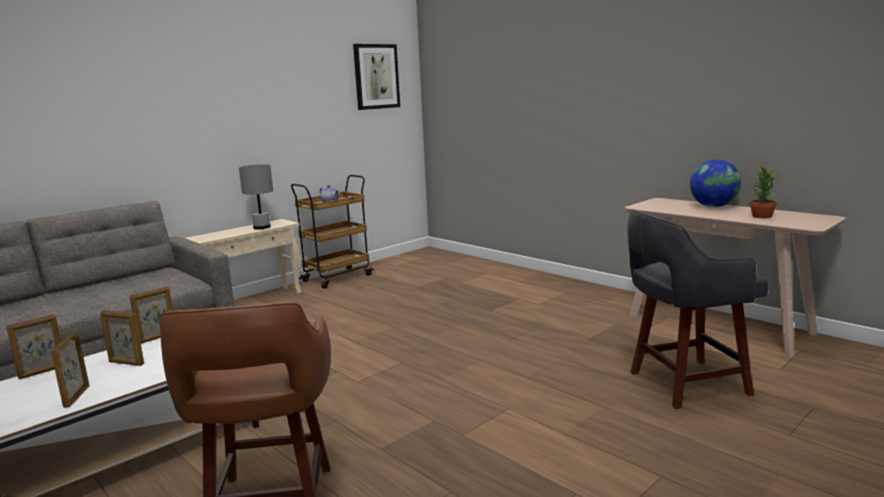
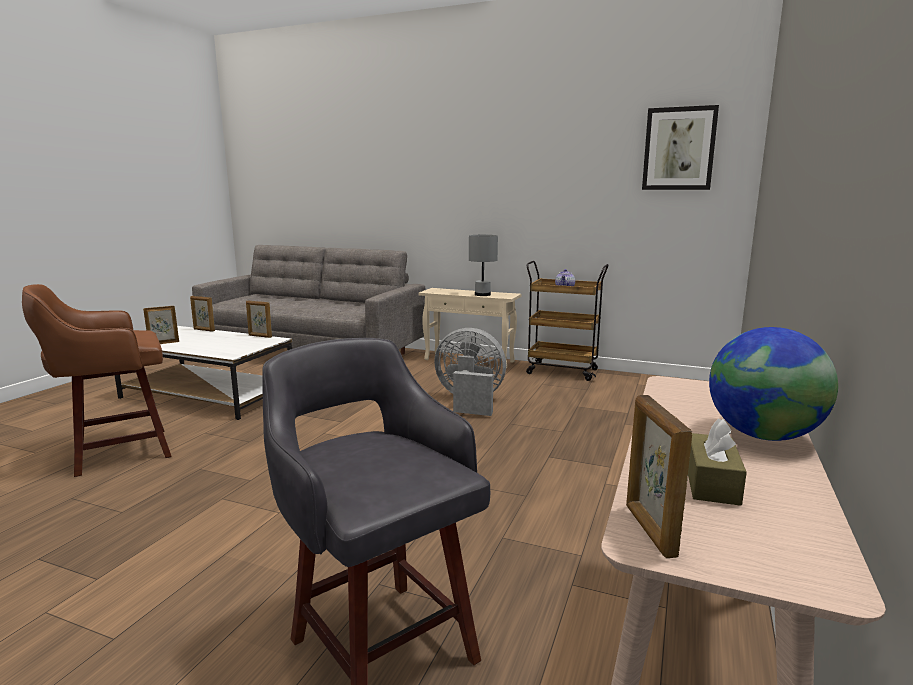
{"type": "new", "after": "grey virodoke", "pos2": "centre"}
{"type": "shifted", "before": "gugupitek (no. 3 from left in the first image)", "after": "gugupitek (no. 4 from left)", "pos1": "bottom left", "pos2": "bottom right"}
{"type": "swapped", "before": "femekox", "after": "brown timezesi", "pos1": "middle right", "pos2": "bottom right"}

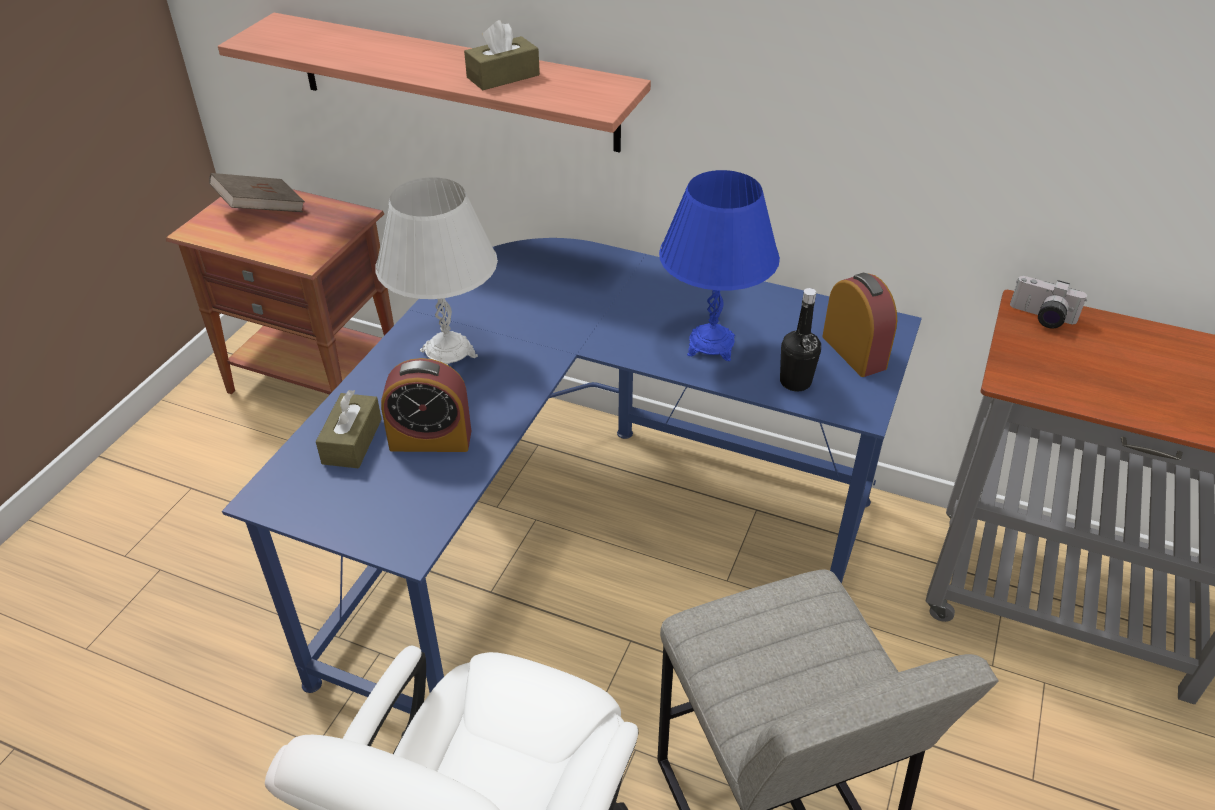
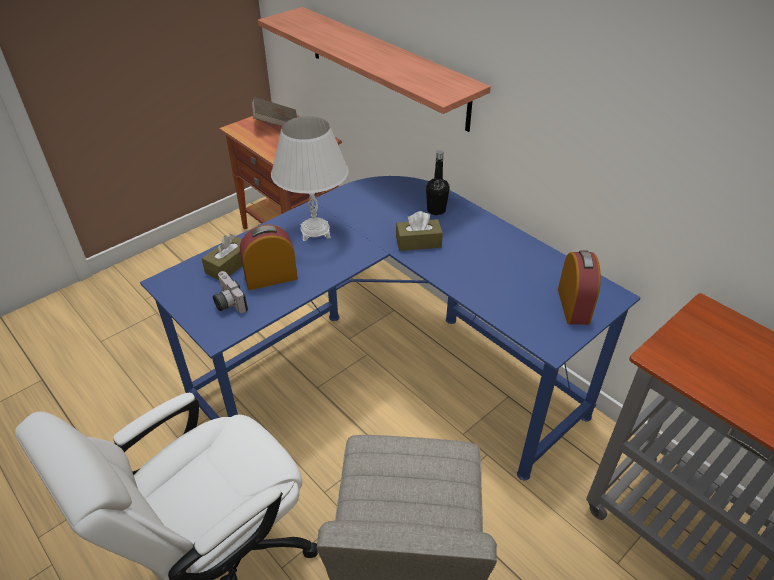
{"type": "gone", "before": "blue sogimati", "pos1": "top centre"}
{"type": "shifted", "before": "brown timezesi (no. 2 from left)", "pos1": "top centre", "pos2": "centre"}
{"type": "shifted", "before": "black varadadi", "pos1": "centre", "pos2": "top centre"}
{"type": "shifted", "before": "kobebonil", "pos1": "middle right", "pos2": "middle left"}
{"type": "rotated", "before": "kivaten (no. 1 from left)", "pos1": "centre", "pos2": "centre", "turn": 135}

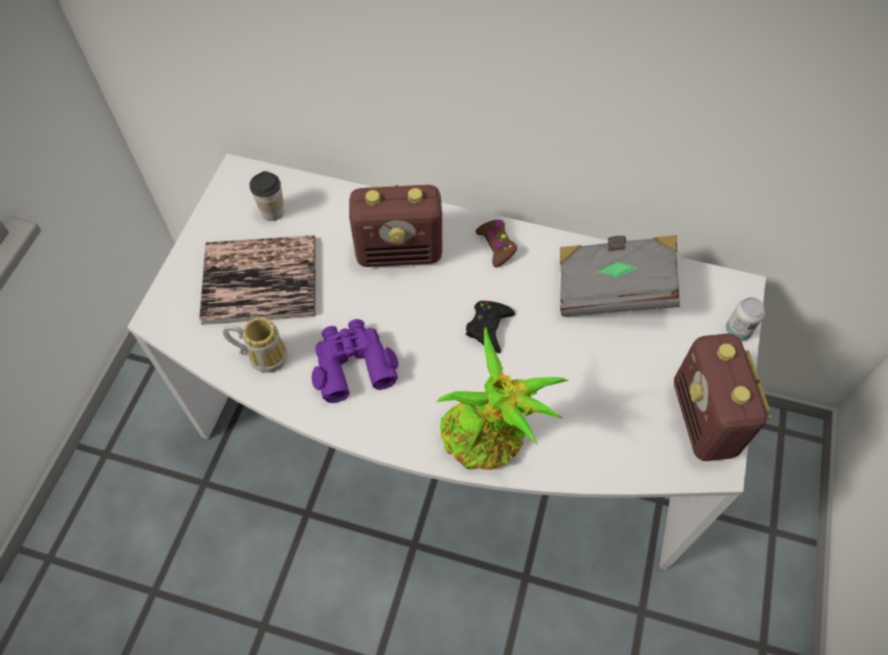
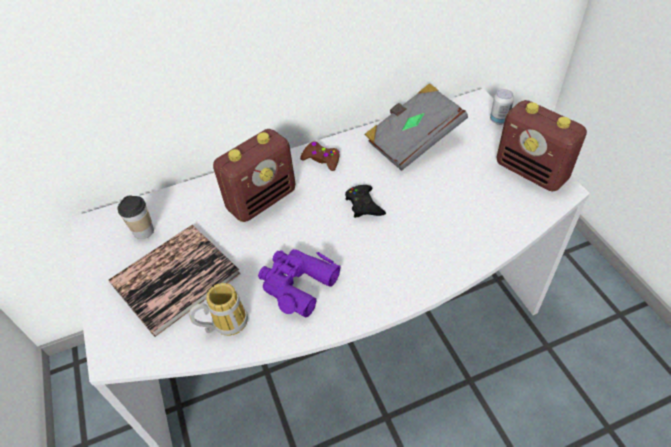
{"type": "gone", "before": "femekox", "pos1": "centre"}

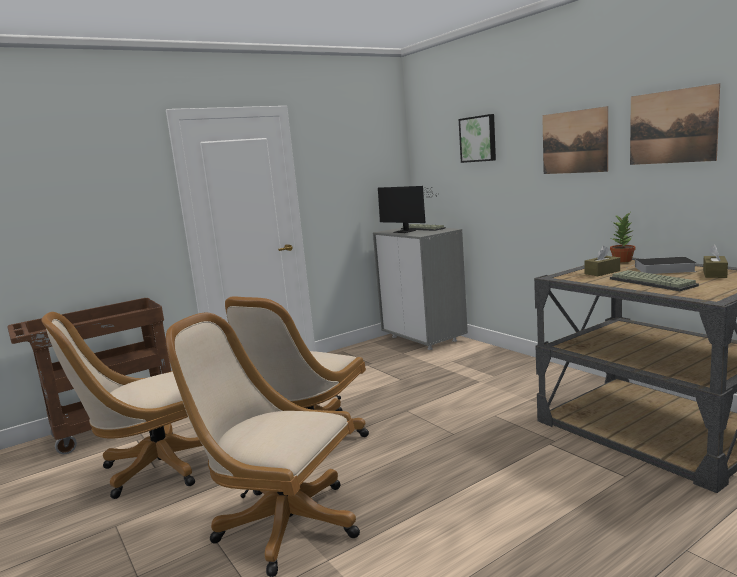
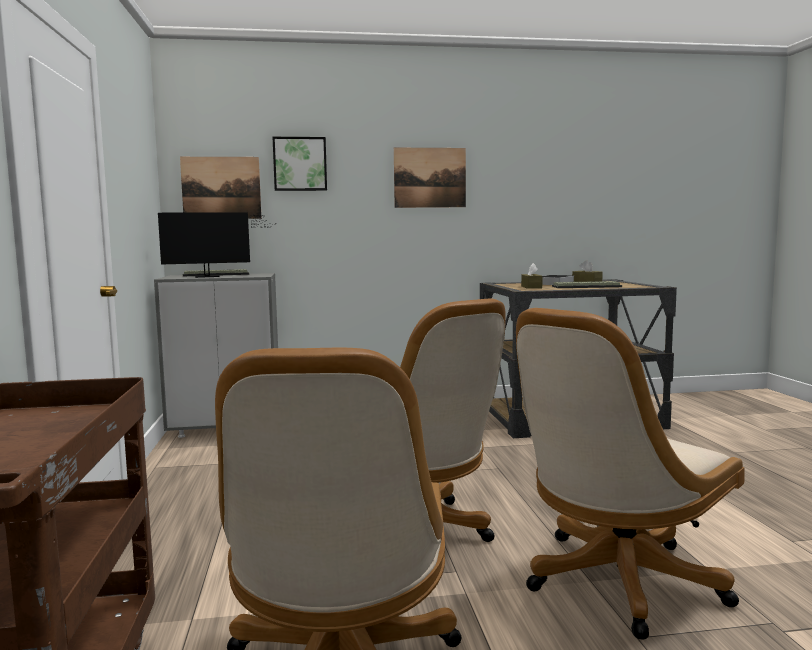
{"type": "gone", "before": "femekox", "pos1": "middle right"}
{"type": "shifted", "before": "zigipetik (no. 3 from left in the first image)", "after": "zigipetik (no. 1 from left)", "pos1": "top right", "pos2": "top left"}

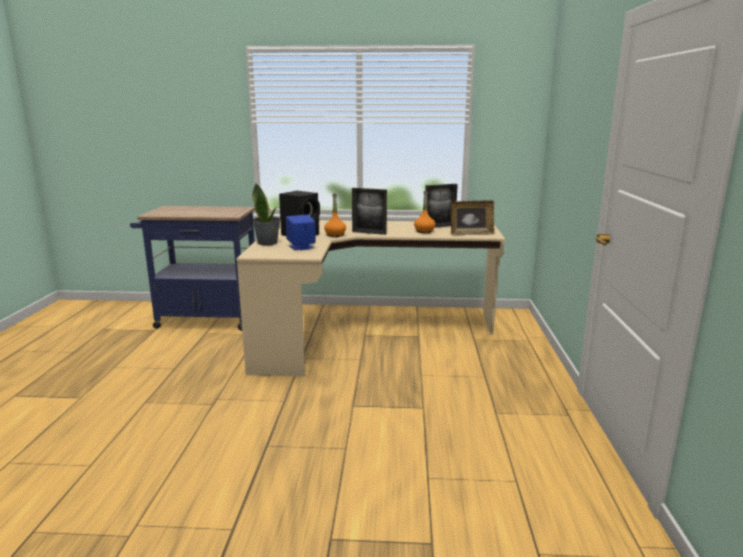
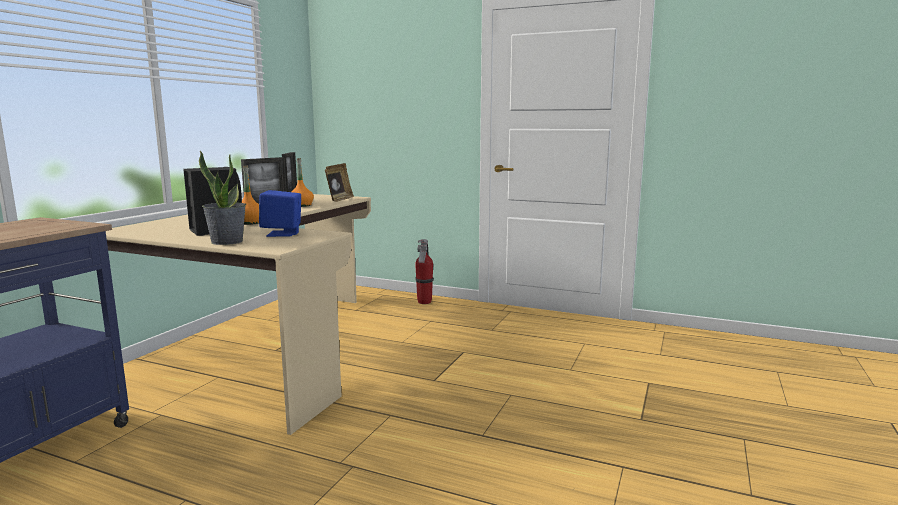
{"type": "new", "after": "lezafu", "pos2": "centre"}

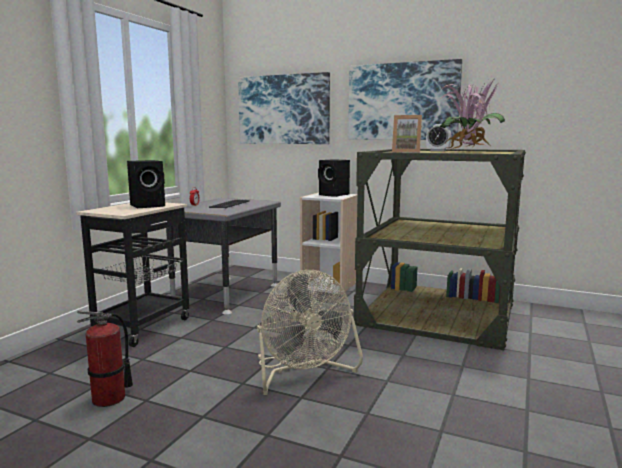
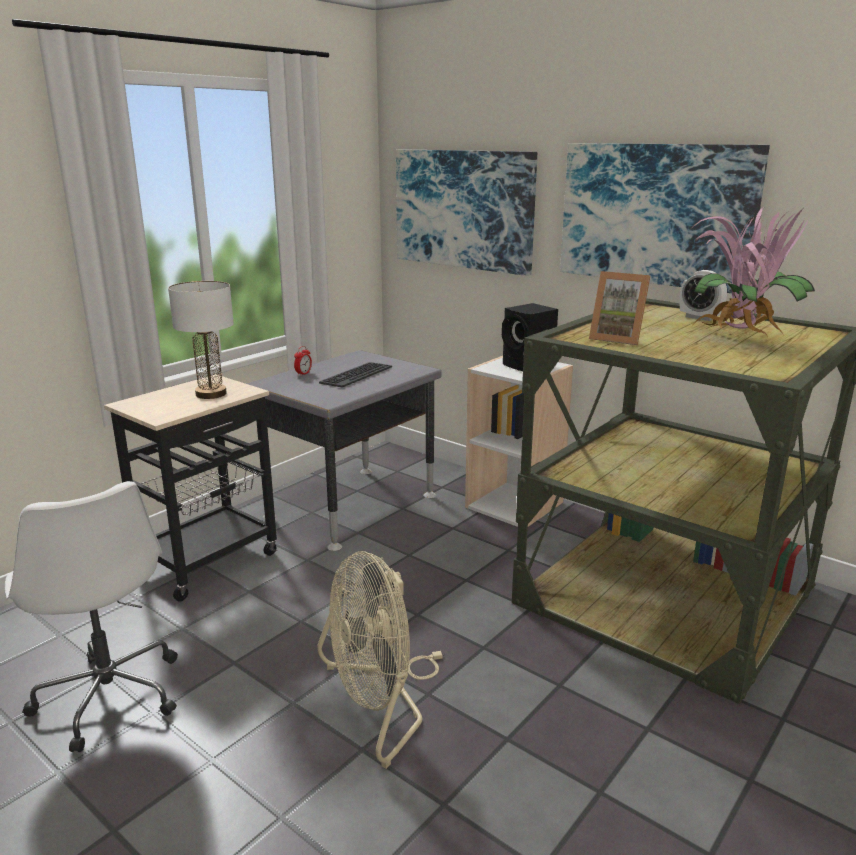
{"type": "swapped", "before": "lezafu", "after": "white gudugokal", "pos1": "bottom left", "pos2": "bottom left"}
{"type": "swapped", "before": "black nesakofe (no. 1 from left)", "after": "sogimati", "pos1": "middle left", "pos2": "middle left"}
{"type": "rotated", "before": "beige virodoke", "pos1": "bottom centre", "pos2": "bottom centre", "turn": 75}

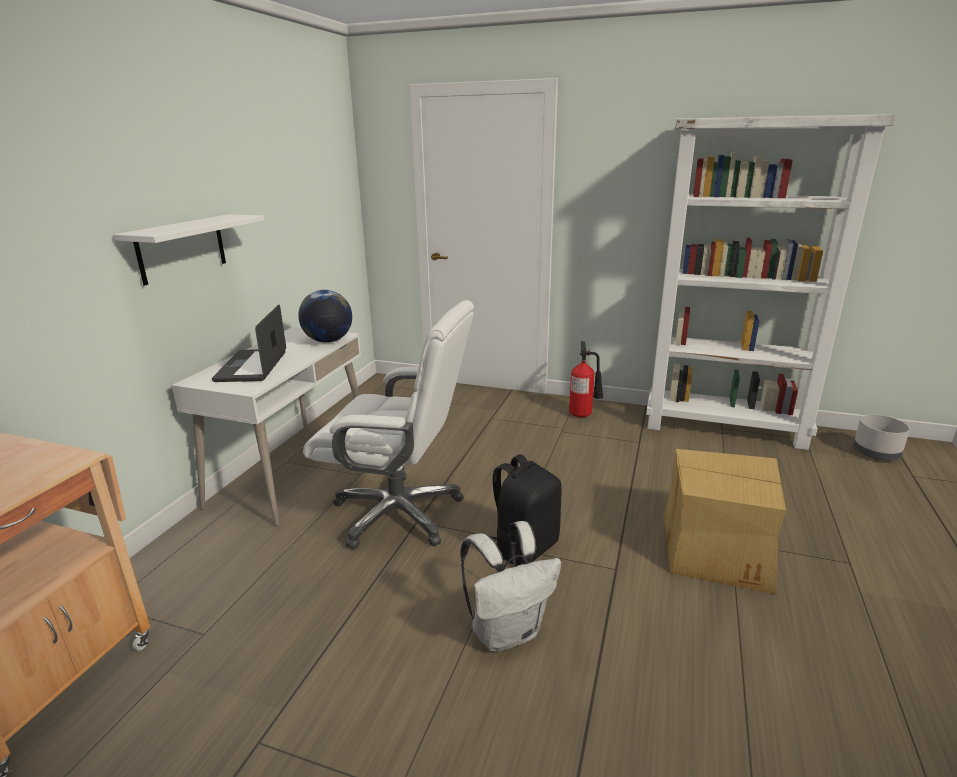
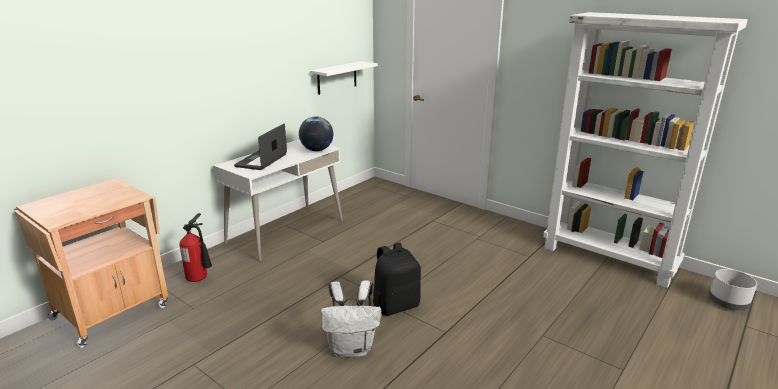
{"type": "gone", "before": "white gudugokal", "pos1": "centre"}
{"type": "gone", "before": "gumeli", "pos1": "bottom right"}
{"type": "shifted", "before": "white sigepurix", "pos1": "top left", "pos2": "top centre"}
{"type": "shifted", "before": "lezafu", "pos1": "centre", "pos2": "middle left"}

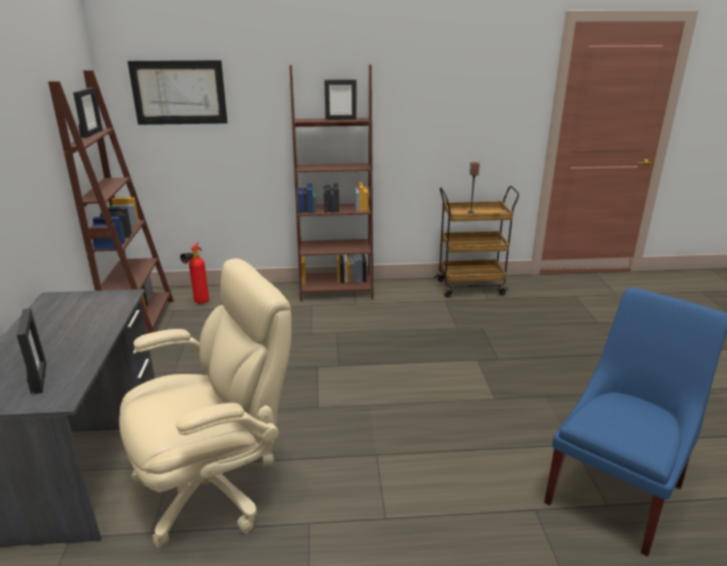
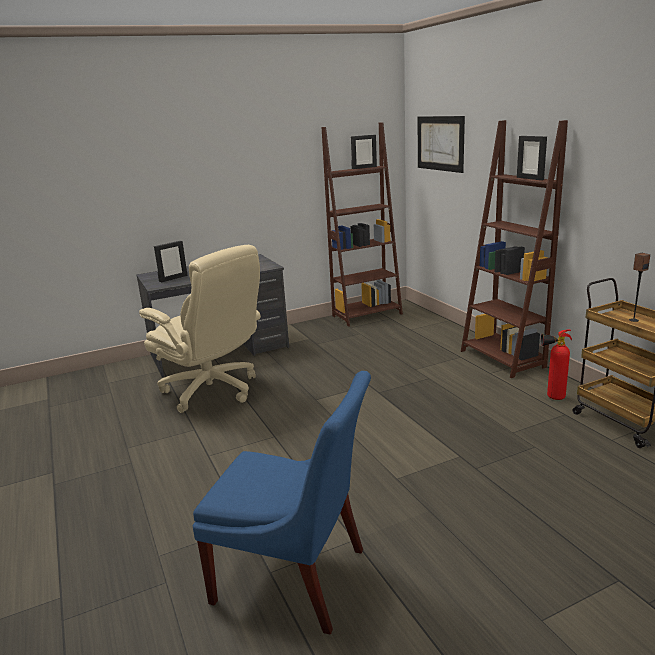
{"type": "shifted", "before": "lezafu", "pos1": "middle left", "pos2": "middle right"}

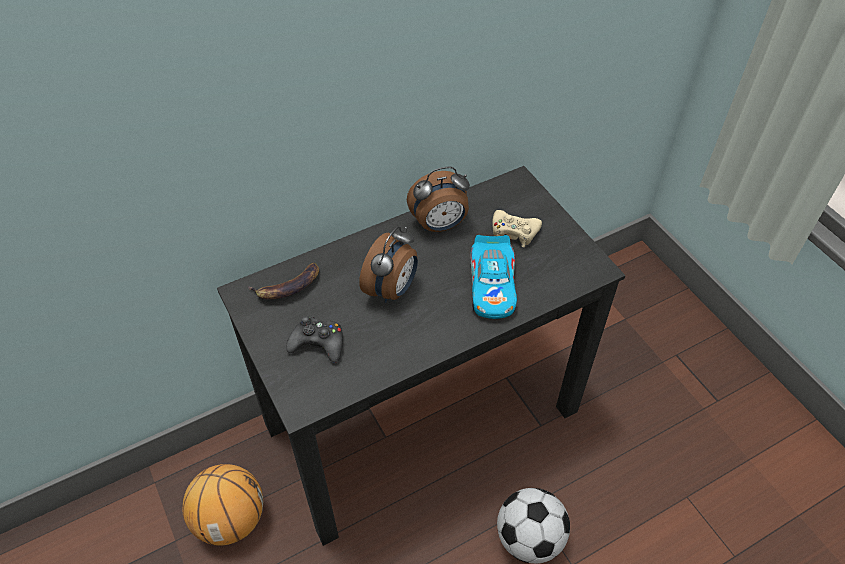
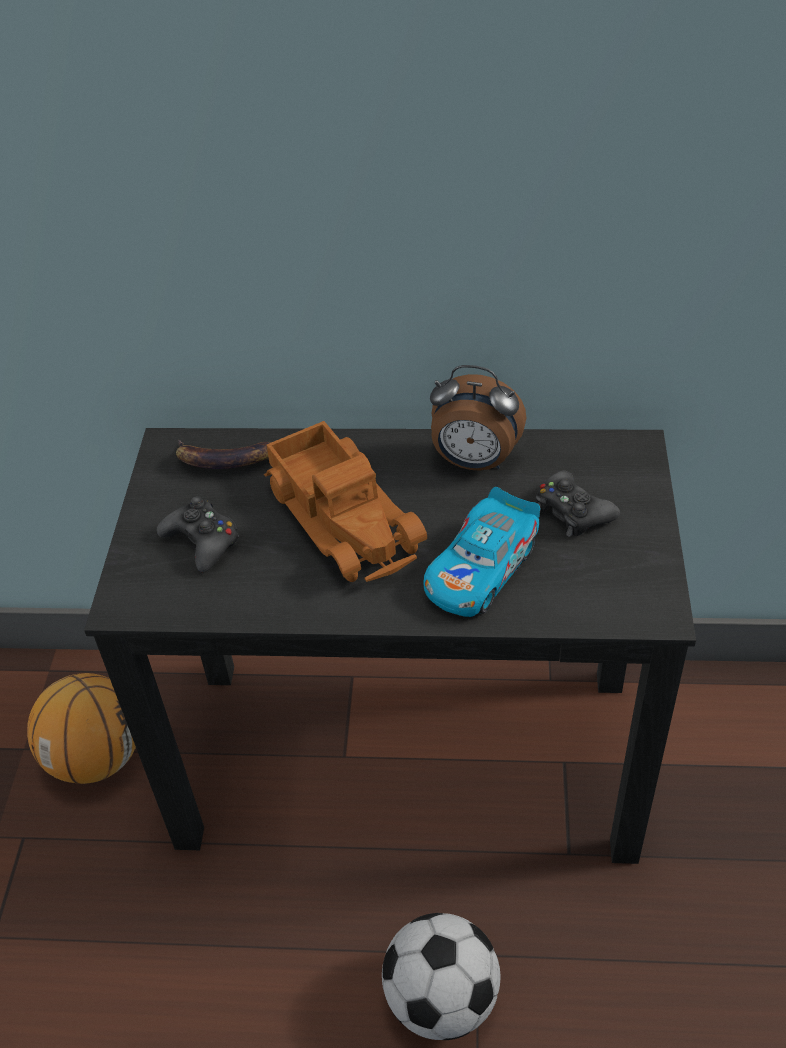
{"type": "swapped", "before": "kivaten (no. 1 from left)", "after": "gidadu", "pos1": "centre", "pos2": "centre"}
{"type": "repainted", "before": "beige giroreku", "after": "black giroreku (no. 2 from left)", "pos1": "centre", "pos2": "middle right"}

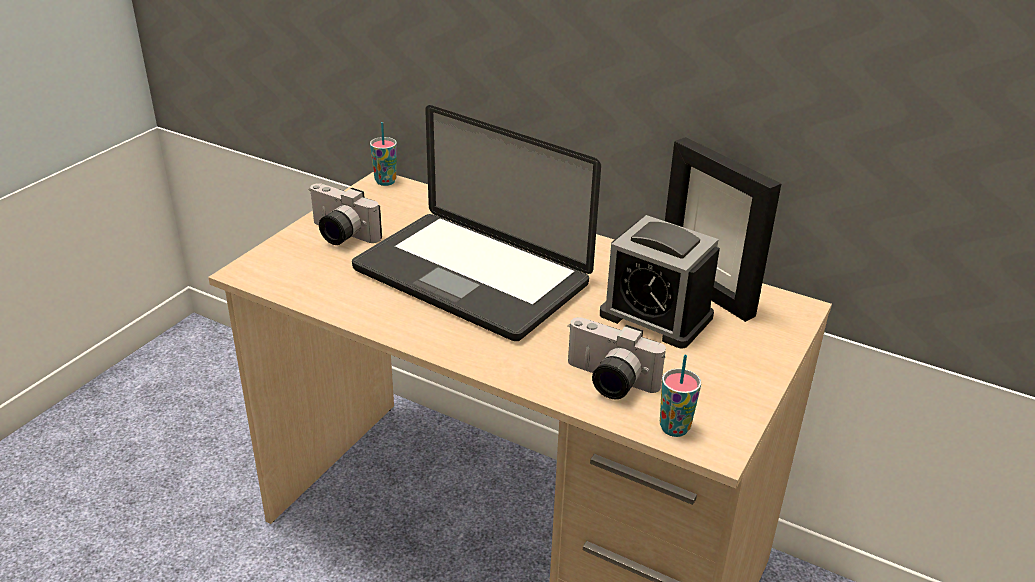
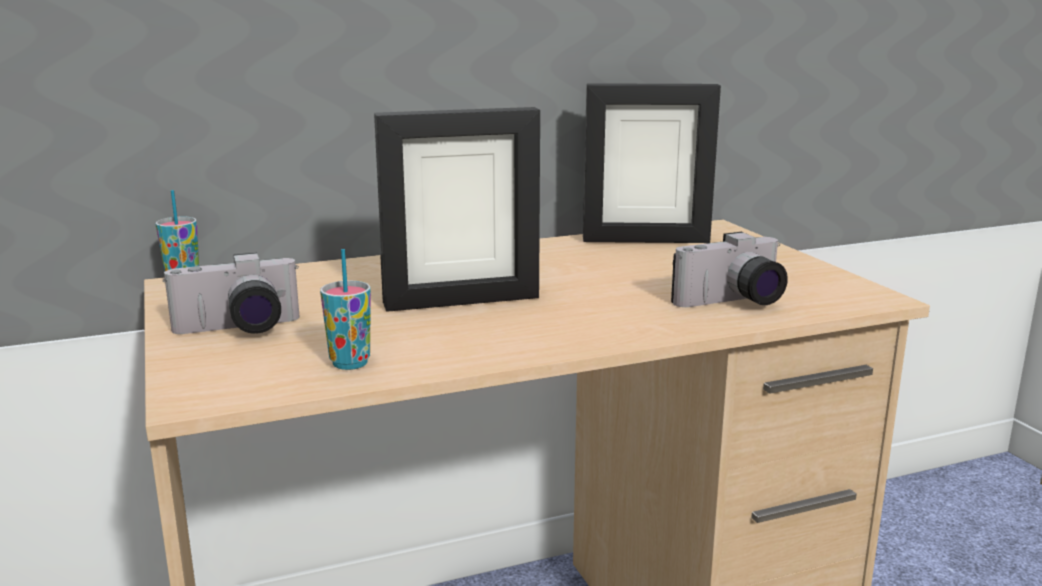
{"type": "gone", "before": "kivaten", "pos1": "centre"}
{"type": "shifted", "before": "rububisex (no. 2 from left)", "pos1": "bottom centre", "pos2": "middle left"}
{"type": "swapped", "before": "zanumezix", "after": "gugupitek (no. 1 from left)", "pos1": "centre", "pos2": "centre"}

